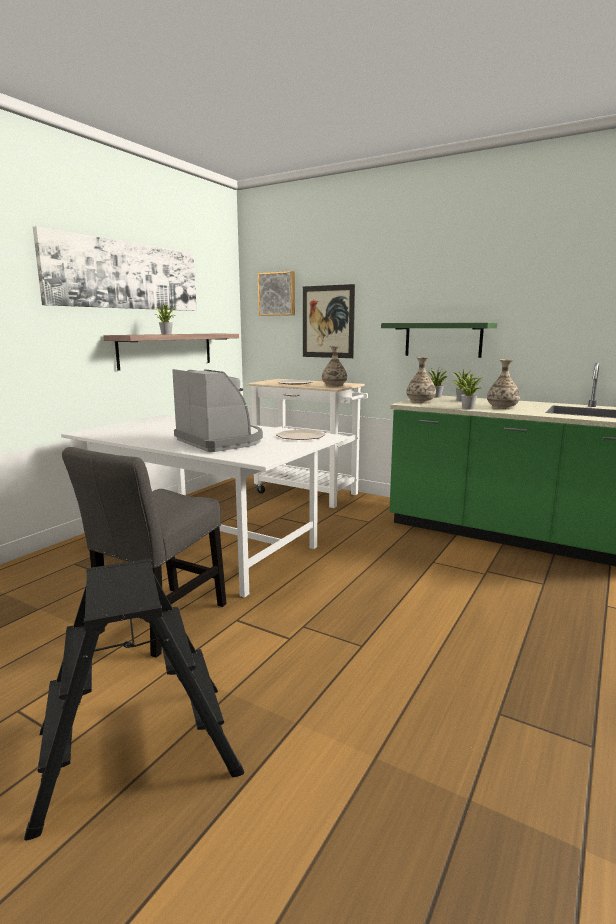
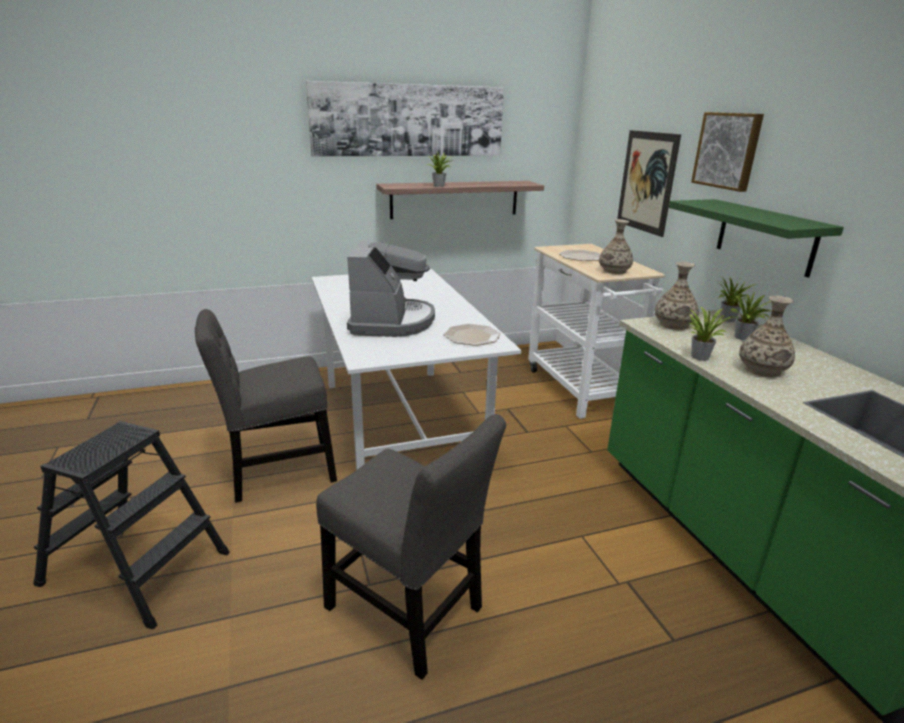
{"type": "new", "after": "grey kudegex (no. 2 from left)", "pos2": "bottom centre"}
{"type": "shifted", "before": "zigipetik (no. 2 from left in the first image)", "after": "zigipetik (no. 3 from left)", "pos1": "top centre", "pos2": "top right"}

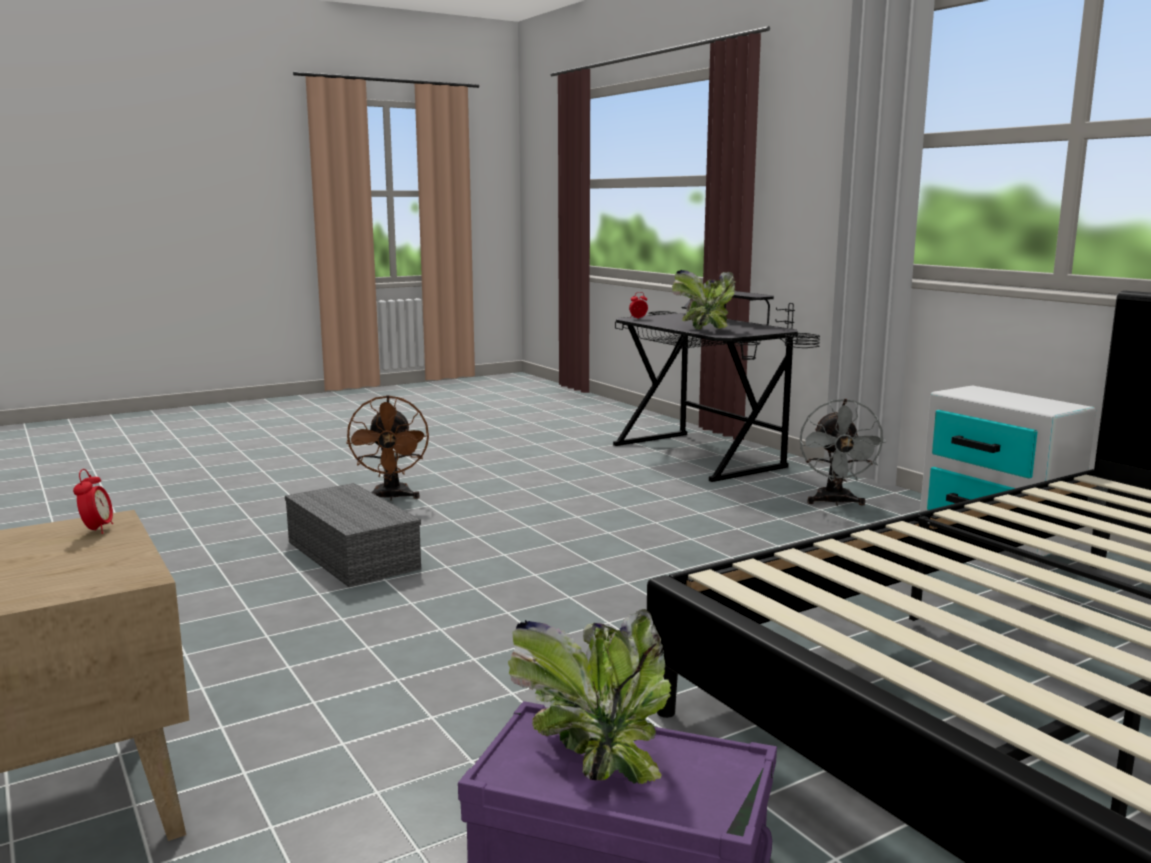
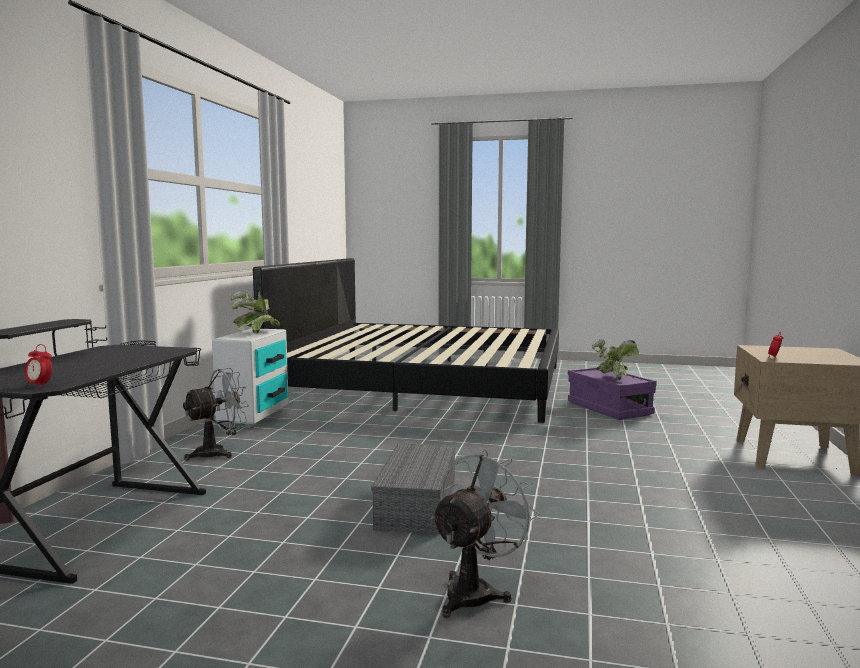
{"type": "shifted", "before": "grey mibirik", "pos1": "middle left", "pos2": "bottom centre"}
{"type": "shifted", "before": "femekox (no. 2 from left in the first image)", "after": "femekox (no. 1 from left)", "pos1": "centre", "pos2": "middle left"}
{"type": "repainted", "before": "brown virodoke", "after": "grey virodoke (no. 2 from left)", "pos1": "centre", "pos2": "bottom centre"}

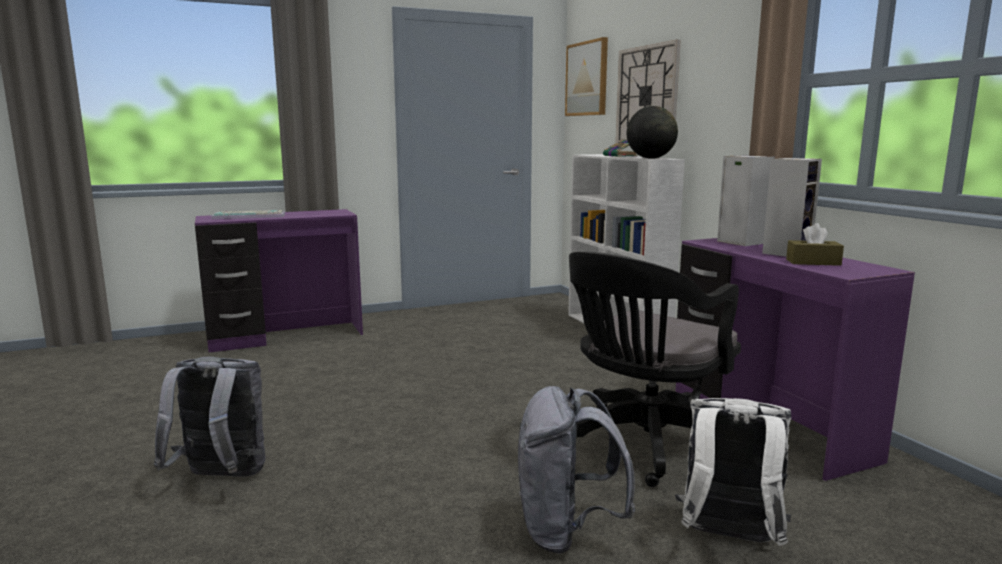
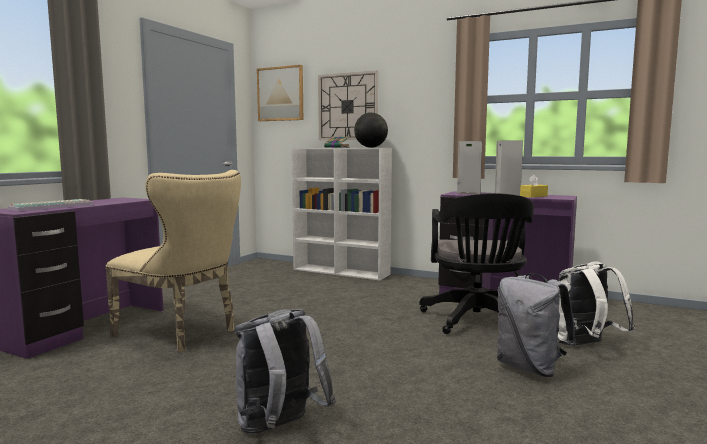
{"type": "new", "after": "beige kudegex", "pos2": "middle left"}
{"type": "repainted", "before": "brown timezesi", "after": "yellow timezesi", "pos1": "middle right", "pos2": "middle right"}

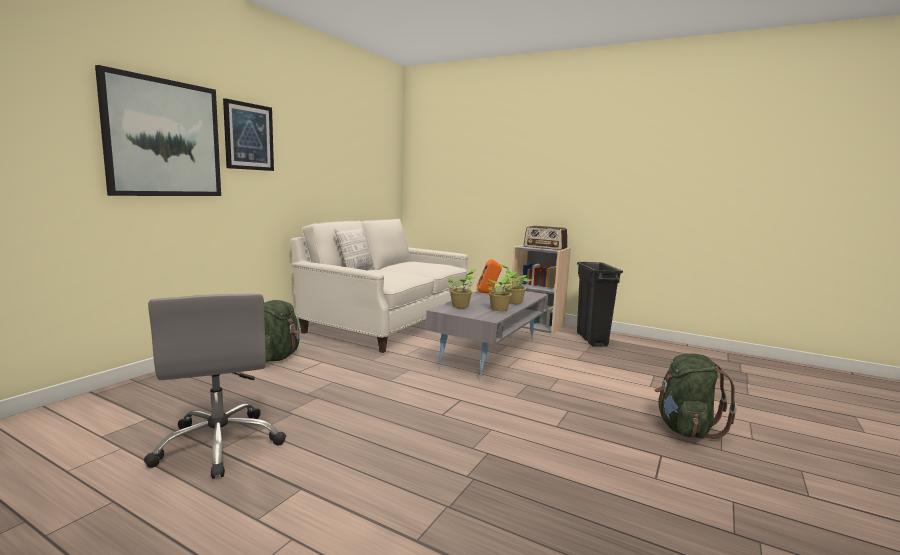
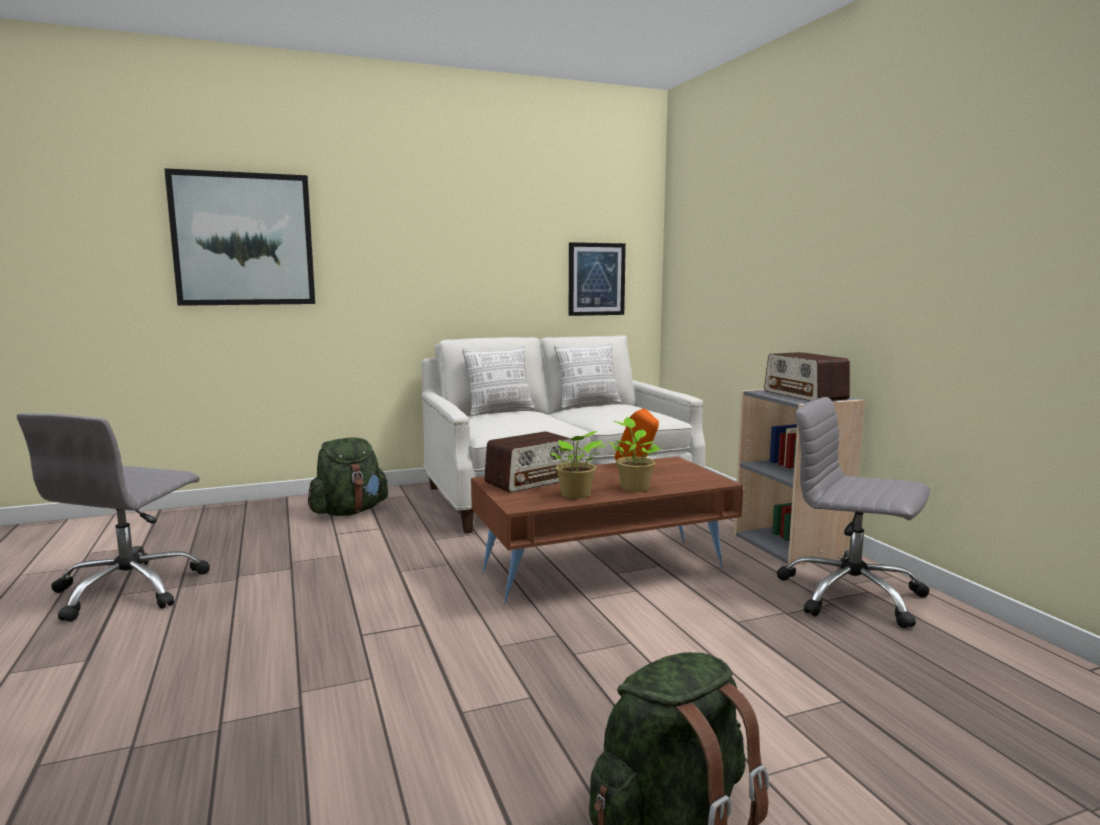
{"type": "new", "after": "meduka (no. 2 from left)", "pos2": "centre"}
{"type": "shifted", "before": "zigipetik (no. 2 from left)", "pos1": "top left", "pos2": "centre"}
{"type": "swapped", "before": "femekox (no. 1 from left)", "after": "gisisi (no. 1 from left)", "pos1": "centre", "pos2": "centre"}
{"type": "swapped", "before": "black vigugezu", "after": "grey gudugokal (no. 2 from left)", "pos1": "middle right", "pos2": "middle right"}
{"type": "repainted", "before": "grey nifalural", "after": "brown nifalural", "pos1": "centre", "pos2": "centre"}

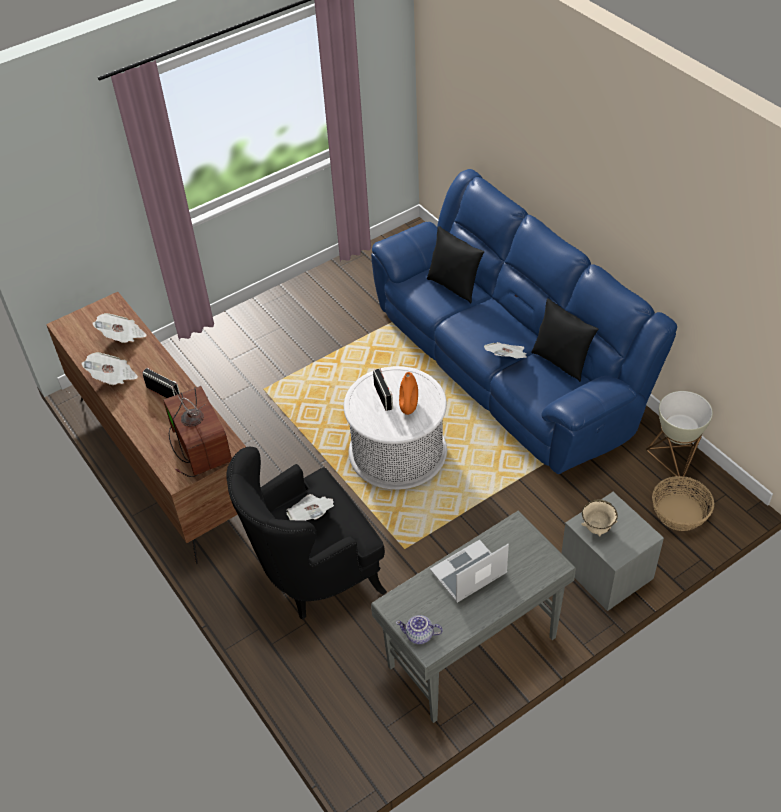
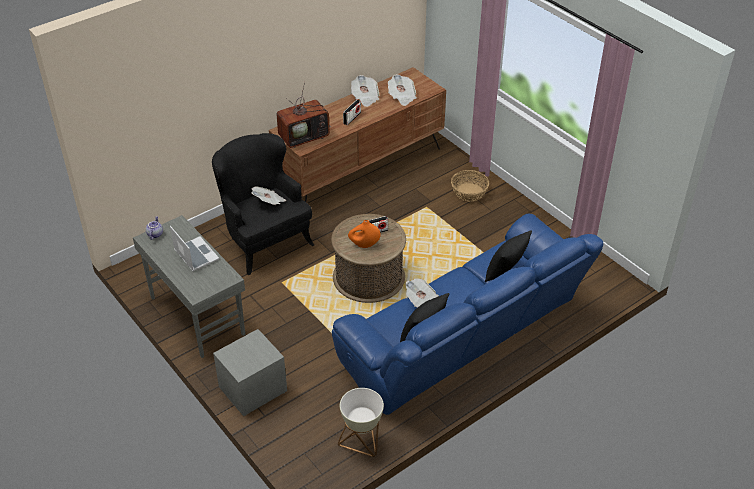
{"type": "gone", "before": "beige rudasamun", "pos1": "middle right"}
{"type": "shifted", "before": "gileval", "pos1": "middle right", "pos2": "centre"}
{"type": "repainted", "before": "white nifalural", "after": "brown nifalural", "pos1": "centre", "pos2": "centre"}

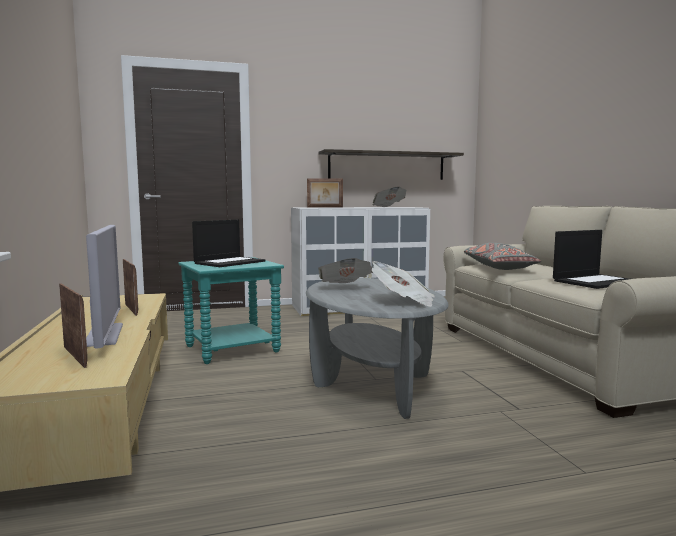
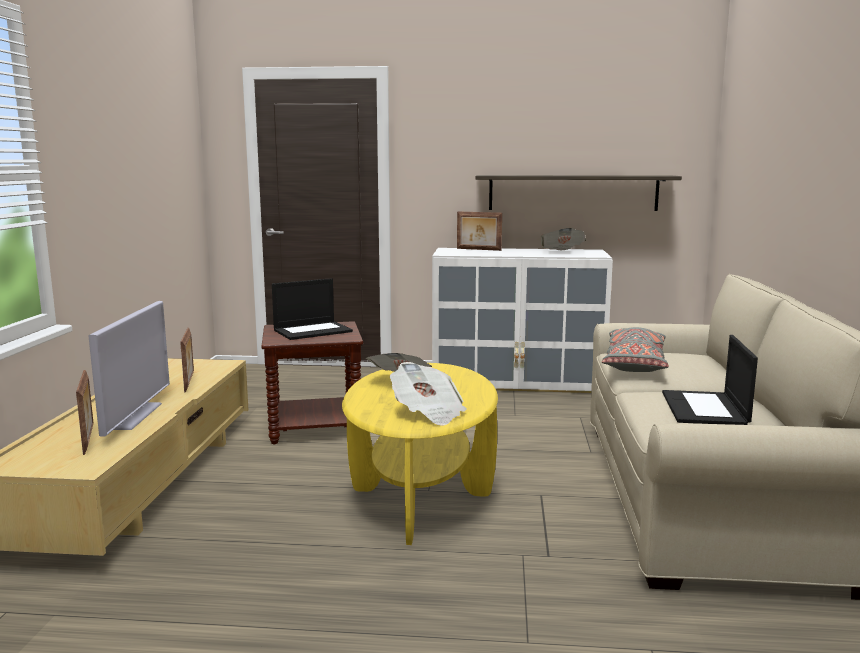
{"type": "repainted", "before": "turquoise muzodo", "after": "brown muzodo", "pos1": "centre", "pos2": "centre"}
{"type": "repainted", "before": "grey nifalural", "after": "yellow nifalural", "pos1": "centre", "pos2": "bottom centre"}
{"type": "rotated", "before": "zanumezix (no. 2 from left)", "pos1": "middle right", "pos2": "middle right", "turn": 105}

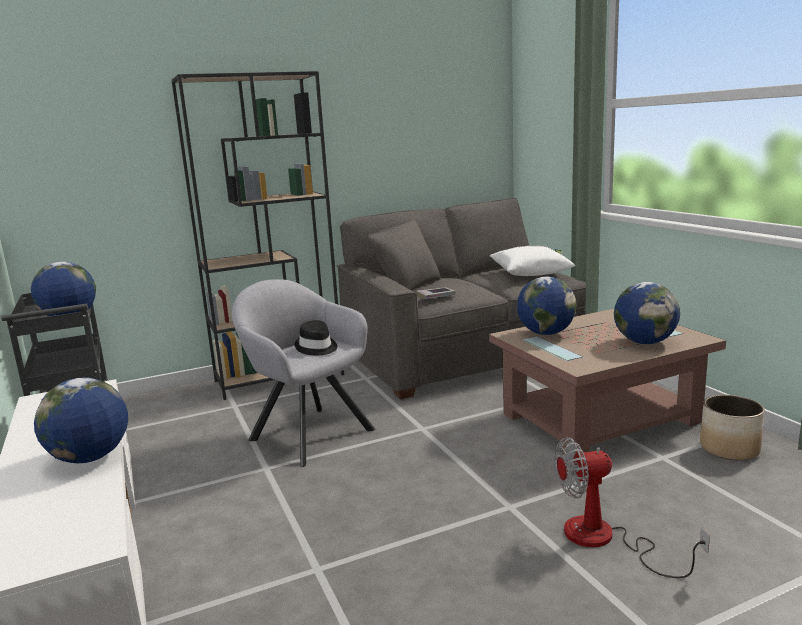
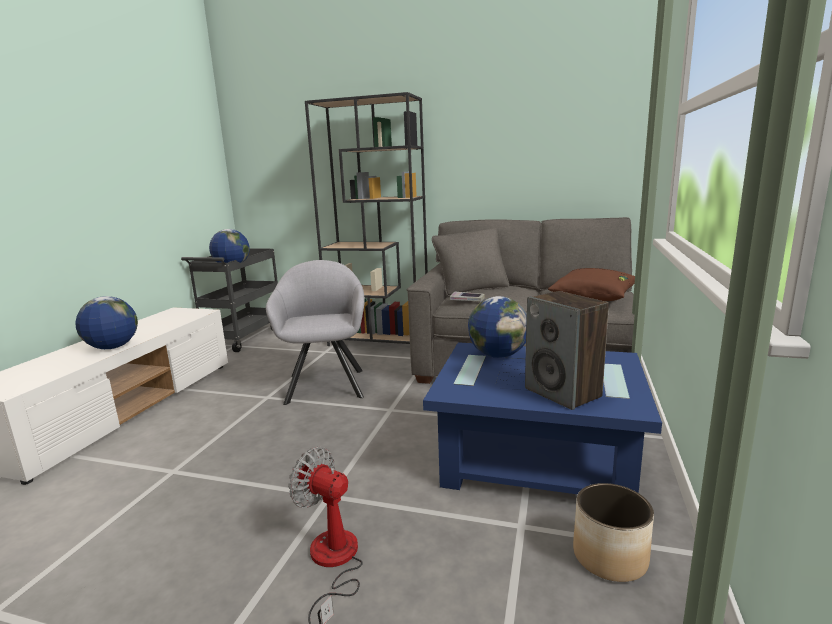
{"type": "gone", "before": "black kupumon", "pos1": "centre"}
{"type": "swapped", "before": "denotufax (no. 4 from left)", "after": "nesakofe", "pos1": "middle right", "pos2": "middle right"}
{"type": "repainted", "before": "brown nifalural", "after": "blue nifalural", "pos1": "middle right", "pos2": "bottom centre"}
{"type": "repainted", "before": "white meduka", "after": "brown meduka", "pos1": "centre", "pos2": "middle right"}

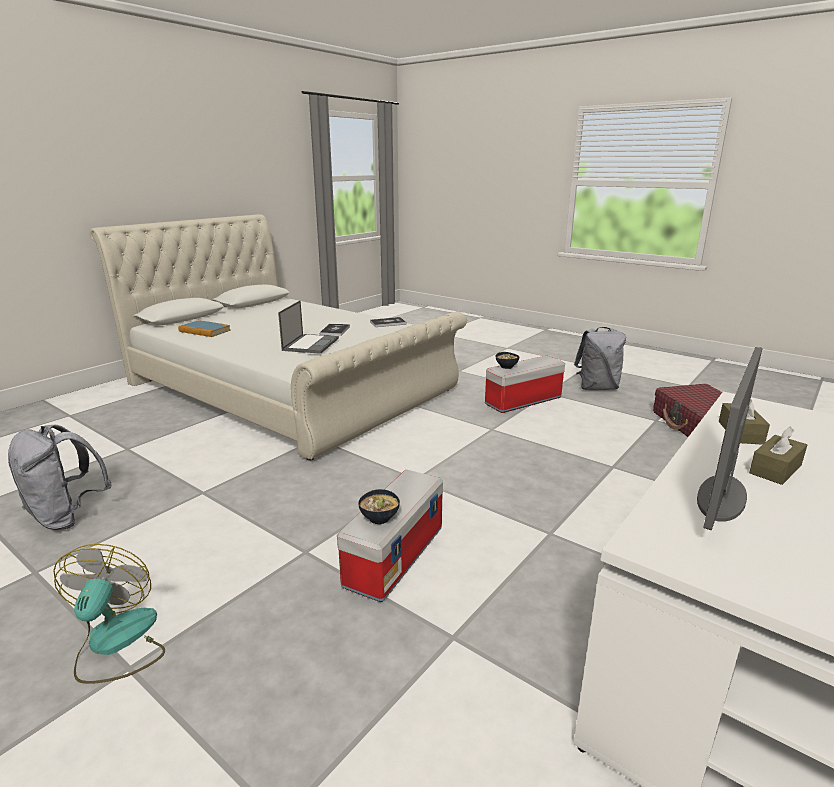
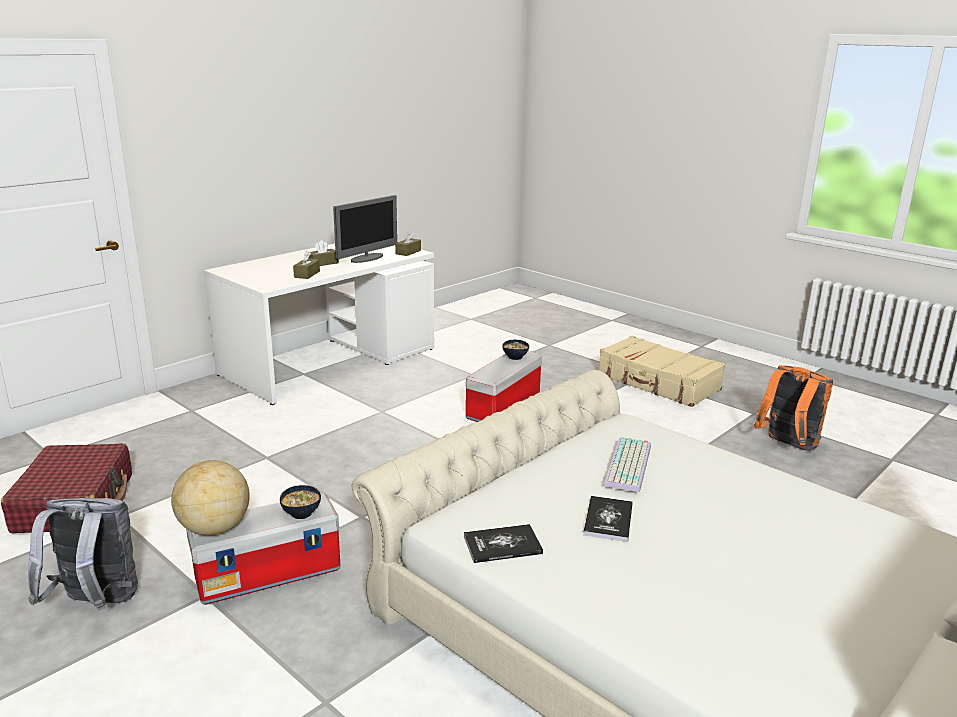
{"type": "gone", "before": "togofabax (no. 1 from left)", "pos1": "middle left"}
{"type": "new", "after": "denotufax", "pos2": "bottom left"}
{"type": "new", "after": "brown timezesi (no. 3 from left)", "pos2": "centre"}
{"type": "swapped", "before": "virodoke", "after": "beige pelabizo", "pos1": "bottom left", "pos2": "middle right"}
{"type": "swapped", "before": "zanumezix", "after": "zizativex", "pos1": "centre", "pos2": "centre"}
{"type": "repainted", "before": "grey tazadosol (no. 1 from left)", "after": "orange tazadosol", "pos1": "middle left", "pos2": "middle right"}

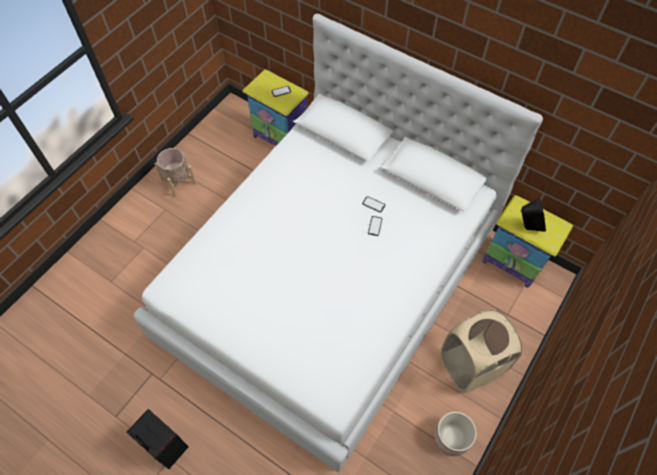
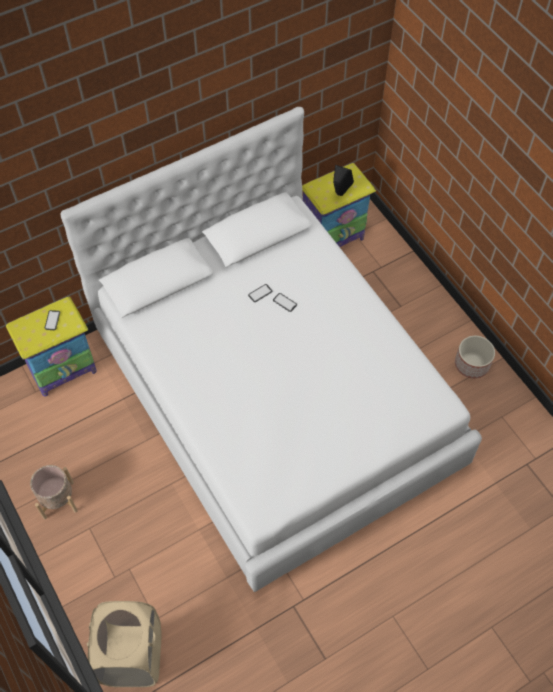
{"type": "gone", "before": "black pelabizo", "pos1": "bottom left"}
{"type": "shifted", "before": "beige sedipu", "pos1": "bottom right", "pos2": "bottom left"}

